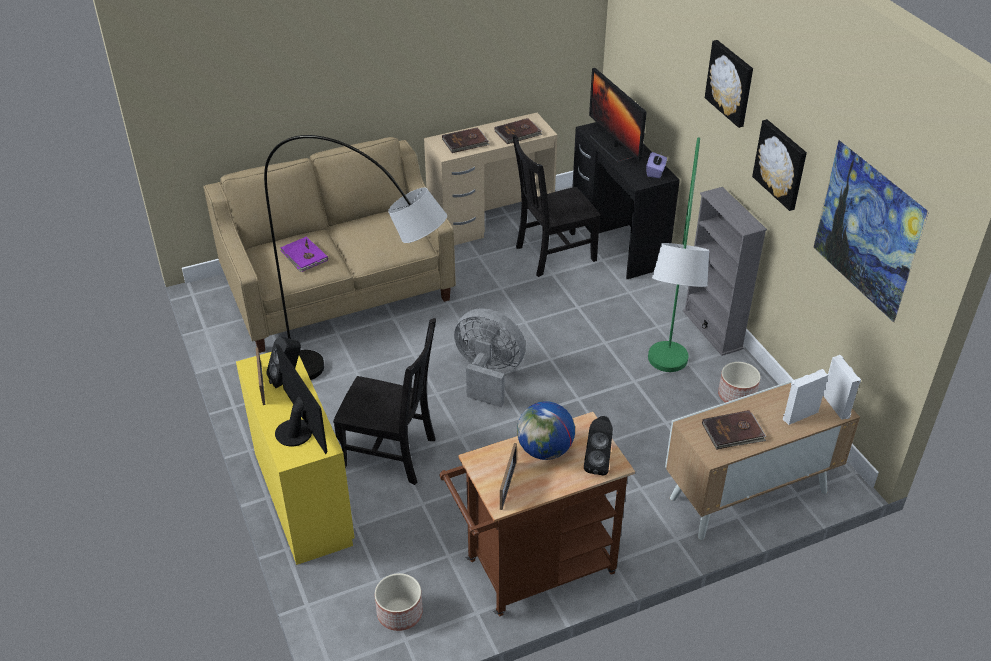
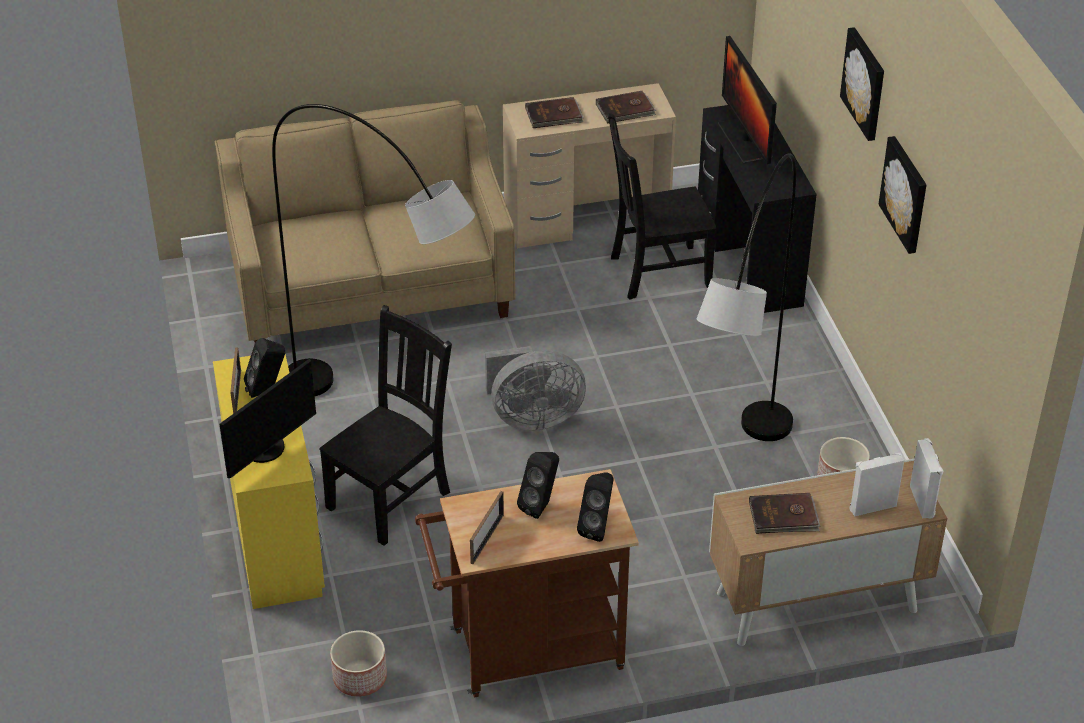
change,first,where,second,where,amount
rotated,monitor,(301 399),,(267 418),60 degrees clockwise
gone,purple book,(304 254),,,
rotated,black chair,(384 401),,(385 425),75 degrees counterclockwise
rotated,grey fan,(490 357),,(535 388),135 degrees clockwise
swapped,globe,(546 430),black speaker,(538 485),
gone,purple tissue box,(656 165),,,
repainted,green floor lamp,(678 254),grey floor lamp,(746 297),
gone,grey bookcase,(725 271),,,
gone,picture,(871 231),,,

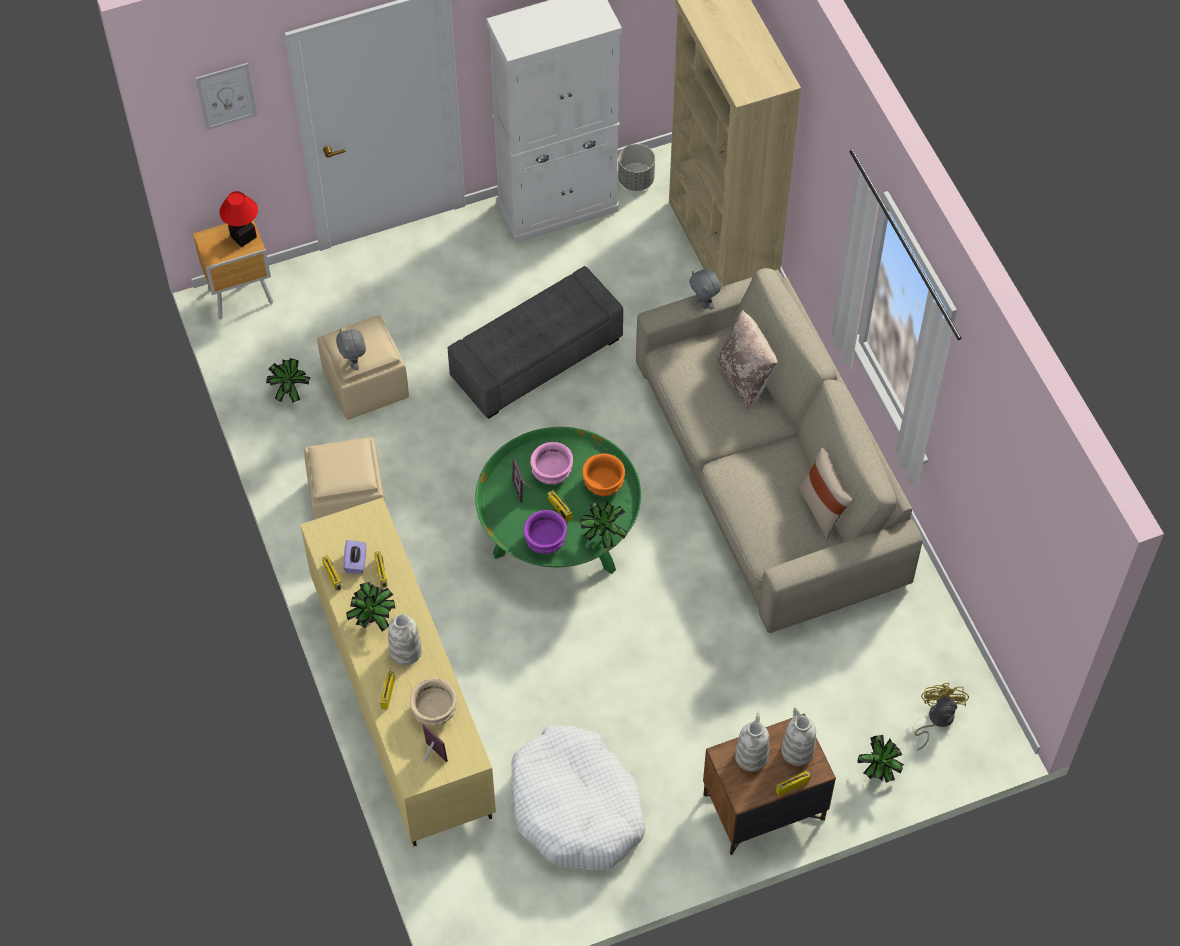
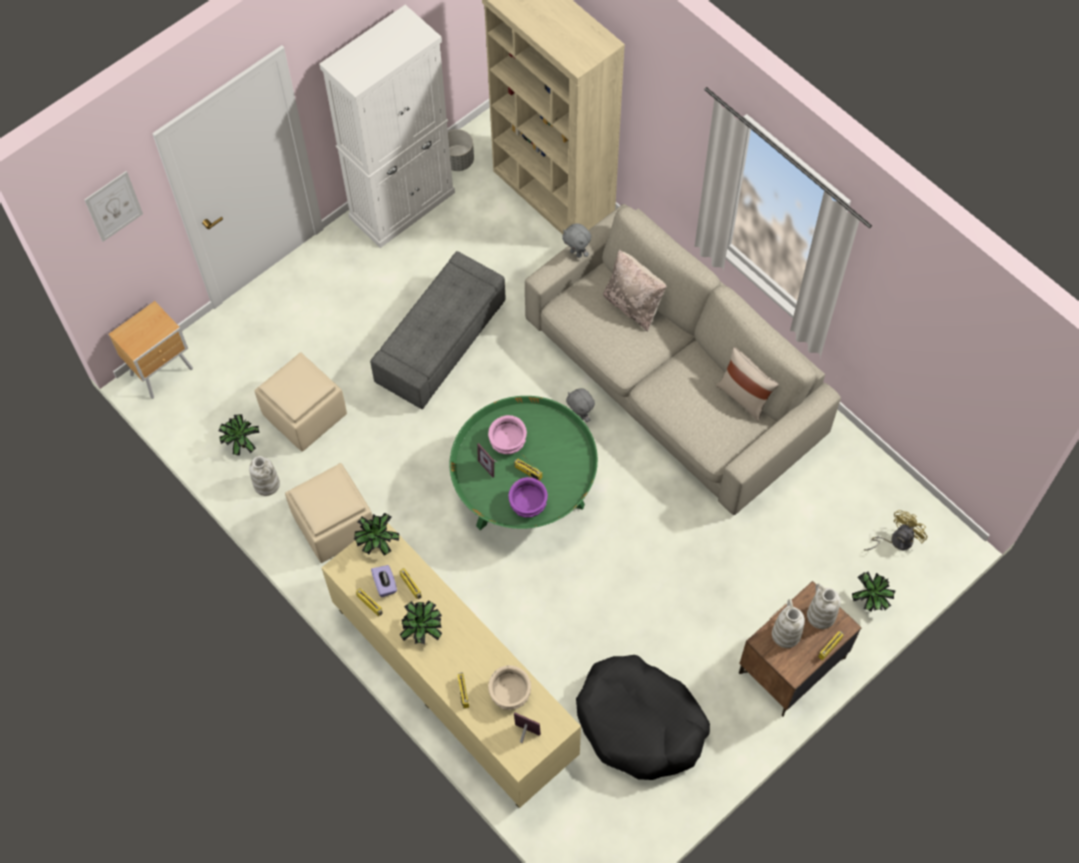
change,first,where,second,where,amount
gone,table lamp,(238 219),,,
shifted,grey plush toy,(351 349),,(580 405),
shifted,white vase,(405 639),,(264 476),
repainted,white dog bed,(578 798),black dog bed,(643 717),
shifted,potted plant,(603 525),,(376 534),
gone,orange bowl,(603 474),,,
rotated,yellow fan,(942 717),,(895 530),60 degrees clockwise

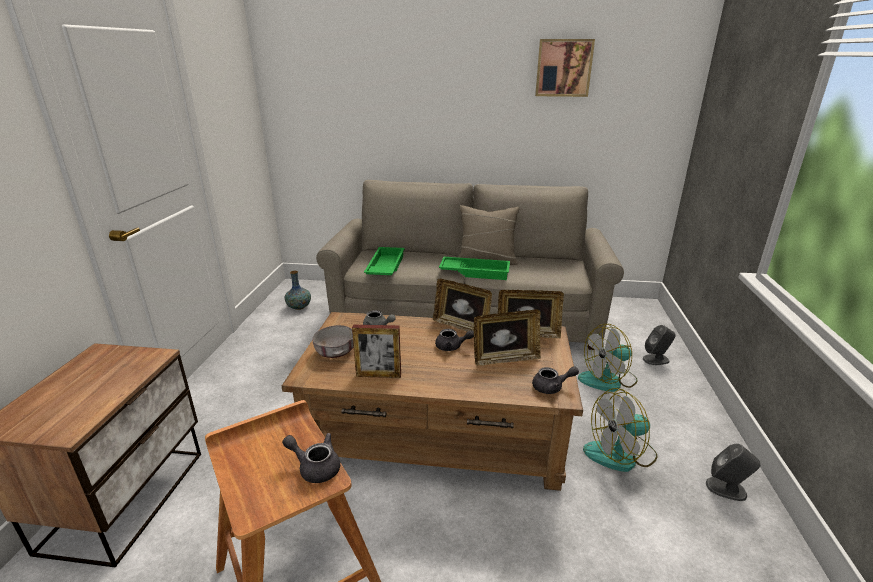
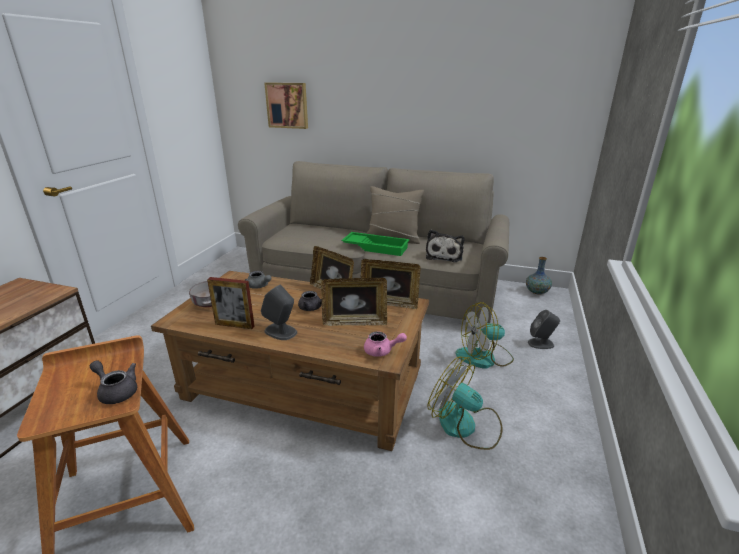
change,first,where,second,where,amount
shifted,vase,(298 290),,(539 276),
gone,green tray,(384 261),,,
repainted,grey teapot,(555 380),pink teapot,(385 344),
shifted,picture,(565 68),,(286 106),
rotated,fan,(620 430),,(465 403),45 degrees clockwise
shifted,grey speaker,(733 472),,(279 312),
new,,,plush toy,(445 246),

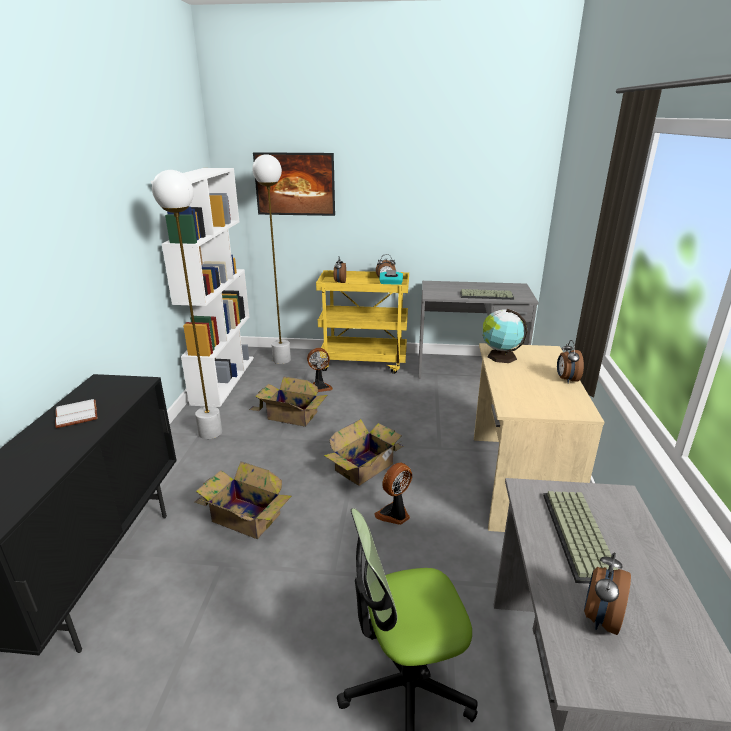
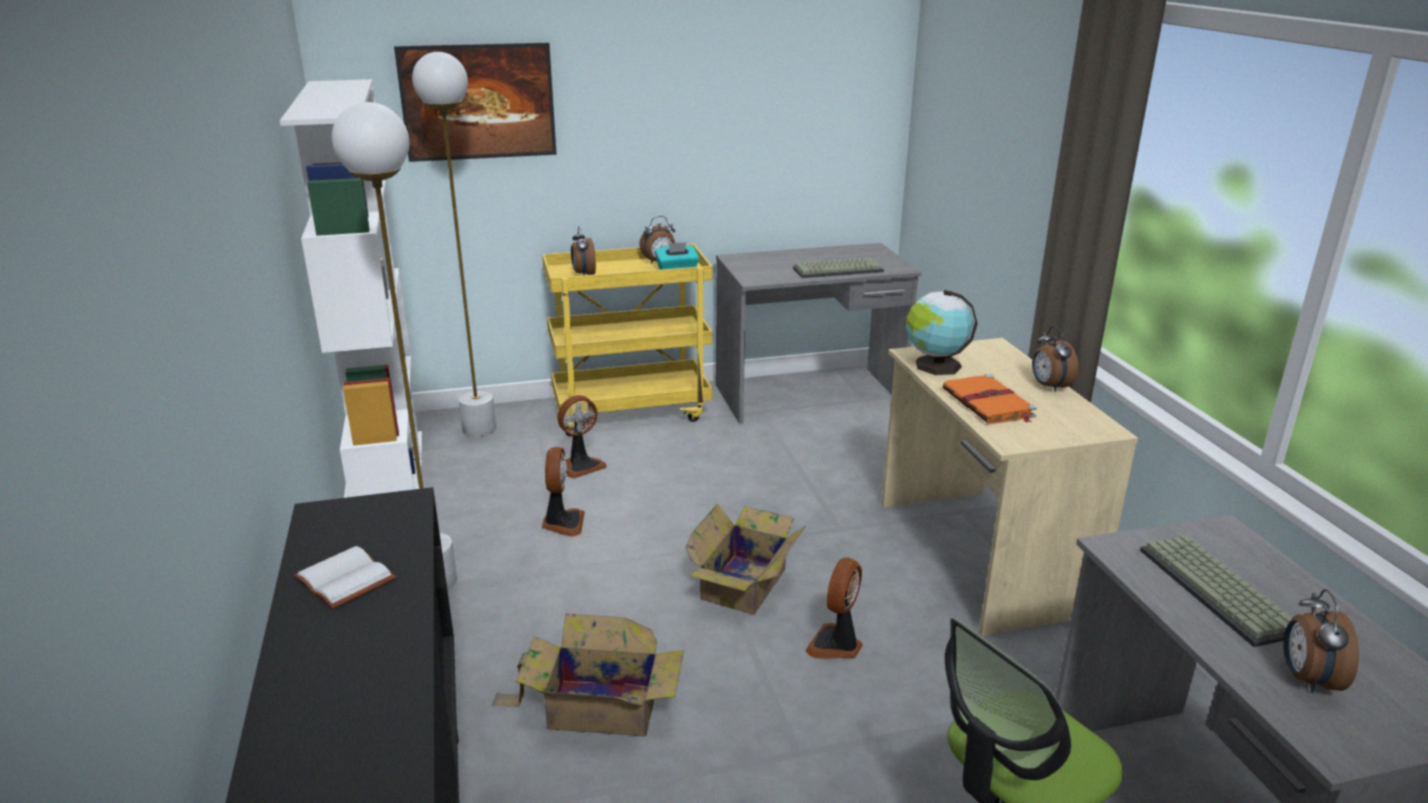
change,first,where,second,where,amount
swapped,cardboard box,(288 401),fan,(563 491),
new,,,orange book,(990 399),

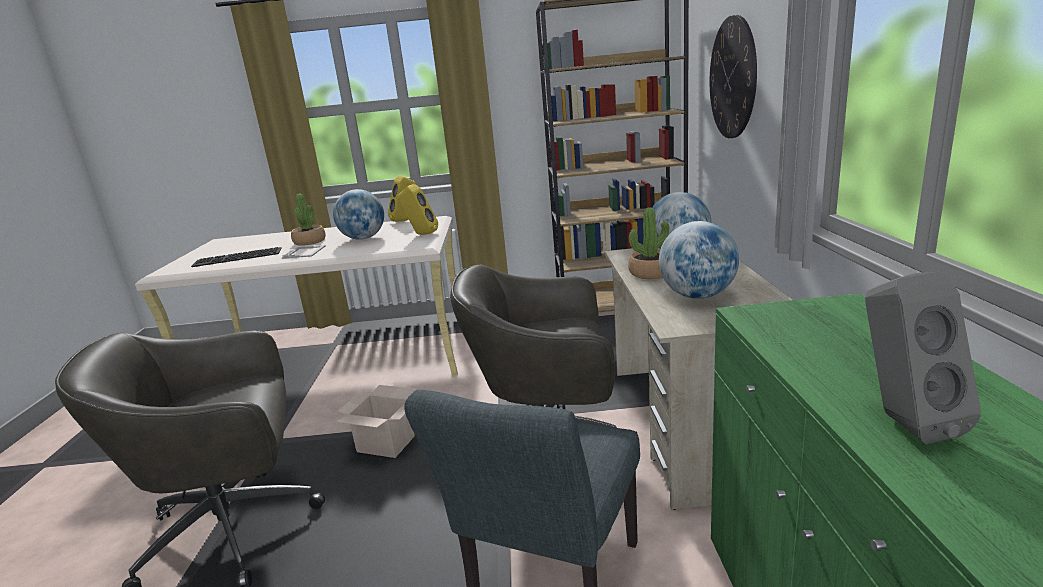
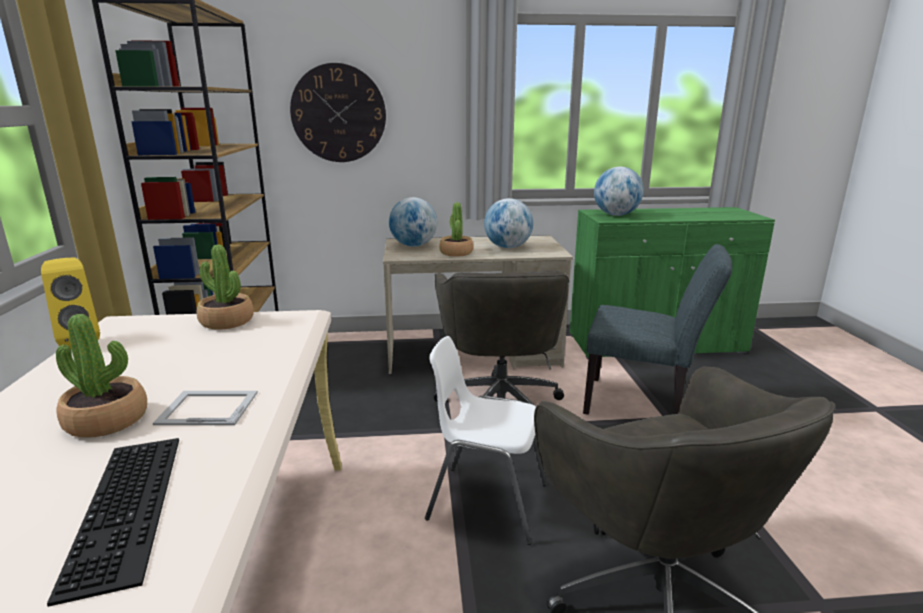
change,first,where,second,where,amount
shifted,globe,(358 214),,(619 191),
swapped,cardboard box,(376 421),white chair,(486 440),
swapped,yellow speaker,(418 209),potted plant,(225 287),
gone,grey speaker,(923 358),,,

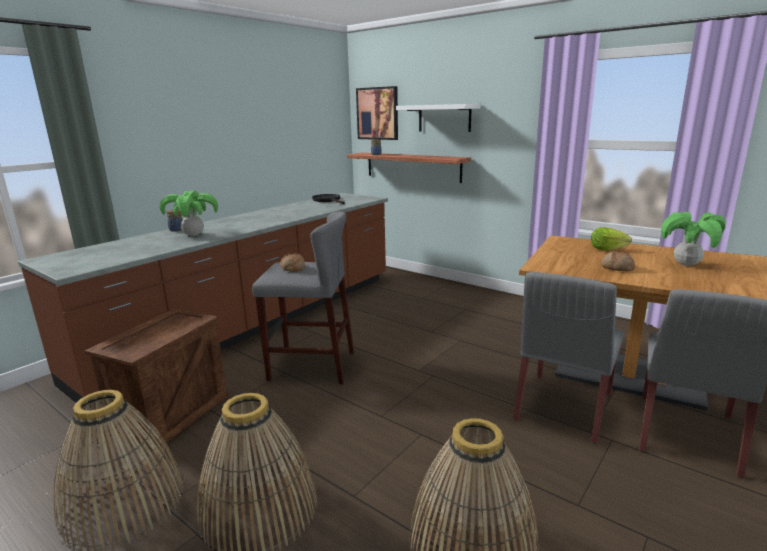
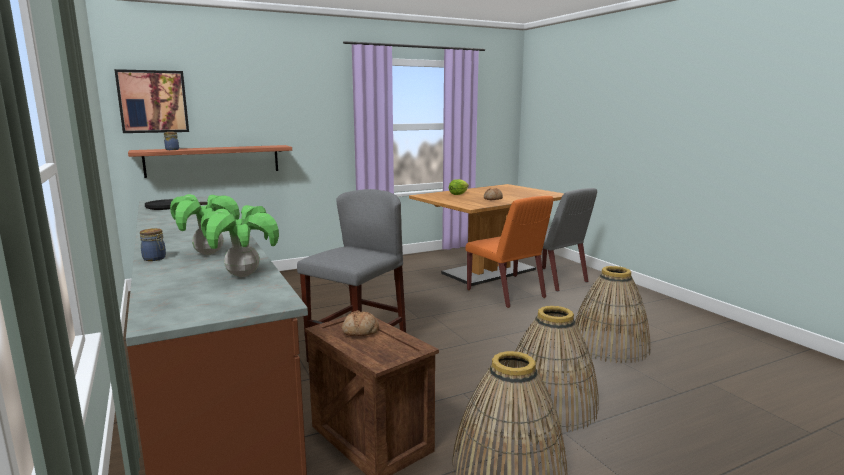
change,first,where,second,where,amount
shifted,bread,(292 262),,(360 323),
gone,white shelf,(438 118),,,
repainted,grey chair,(568 358),orange chair,(509 252),
shifted,potted plant,(693 239),,(240 241),

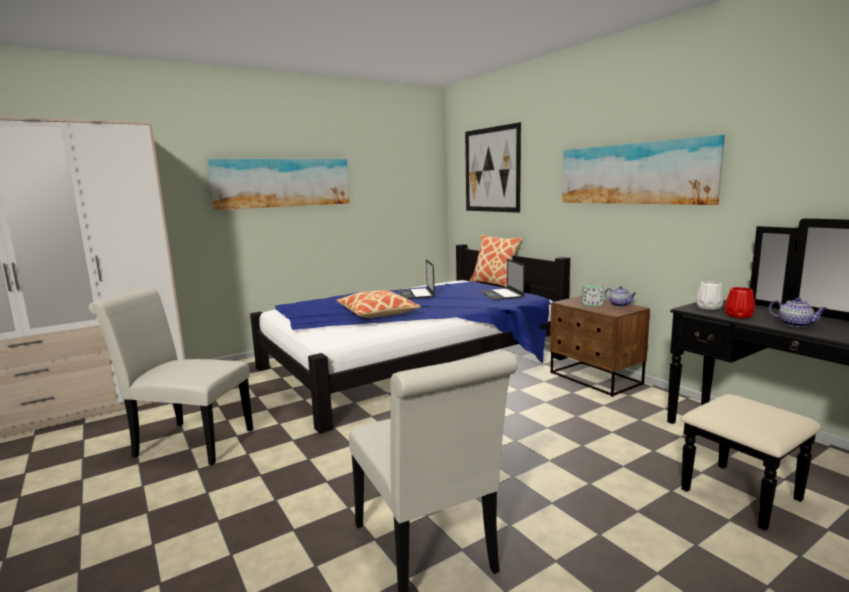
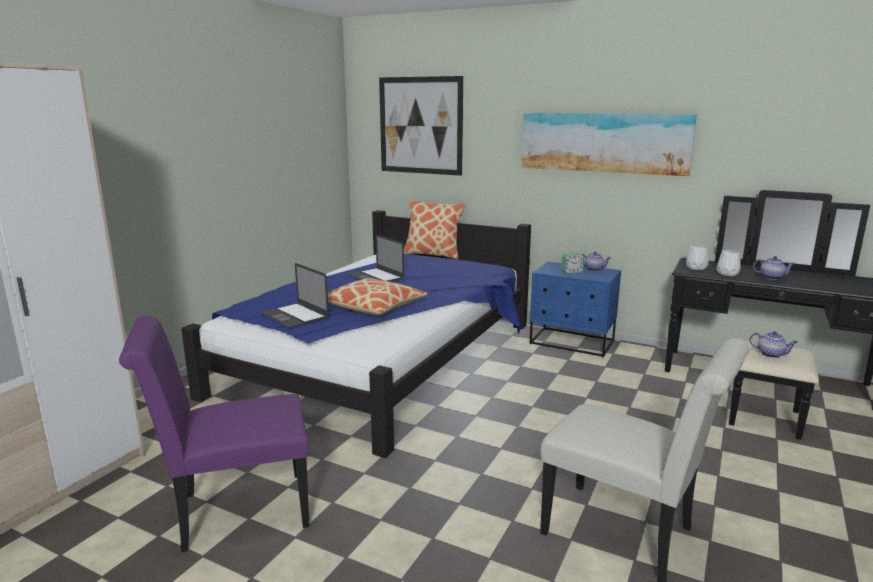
change,first,where,second,where,amount
repainted,white chair,(171 376),purple chair,(214 434),
gone,picture,(278 184),,,
shifted,laptop,(502 279),,(294 295),
repainted,brown nightstand,(600 346),blue nightstand,(575 310),
repainted,red vase,(740 302),white vase,(728 263),
new,,,teapot,(774 344),

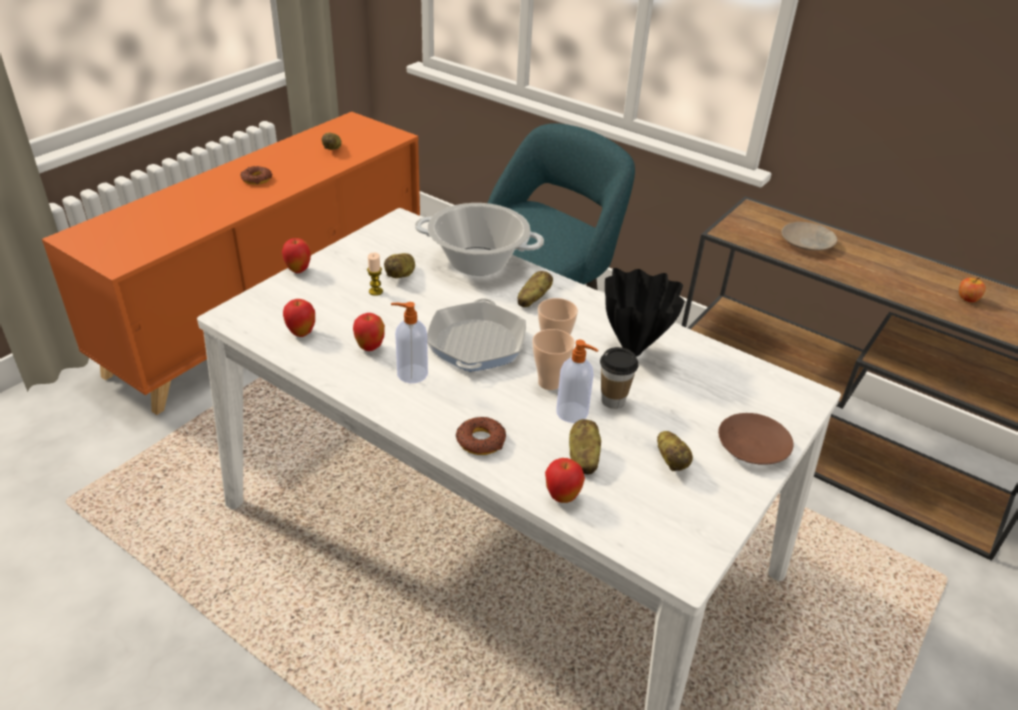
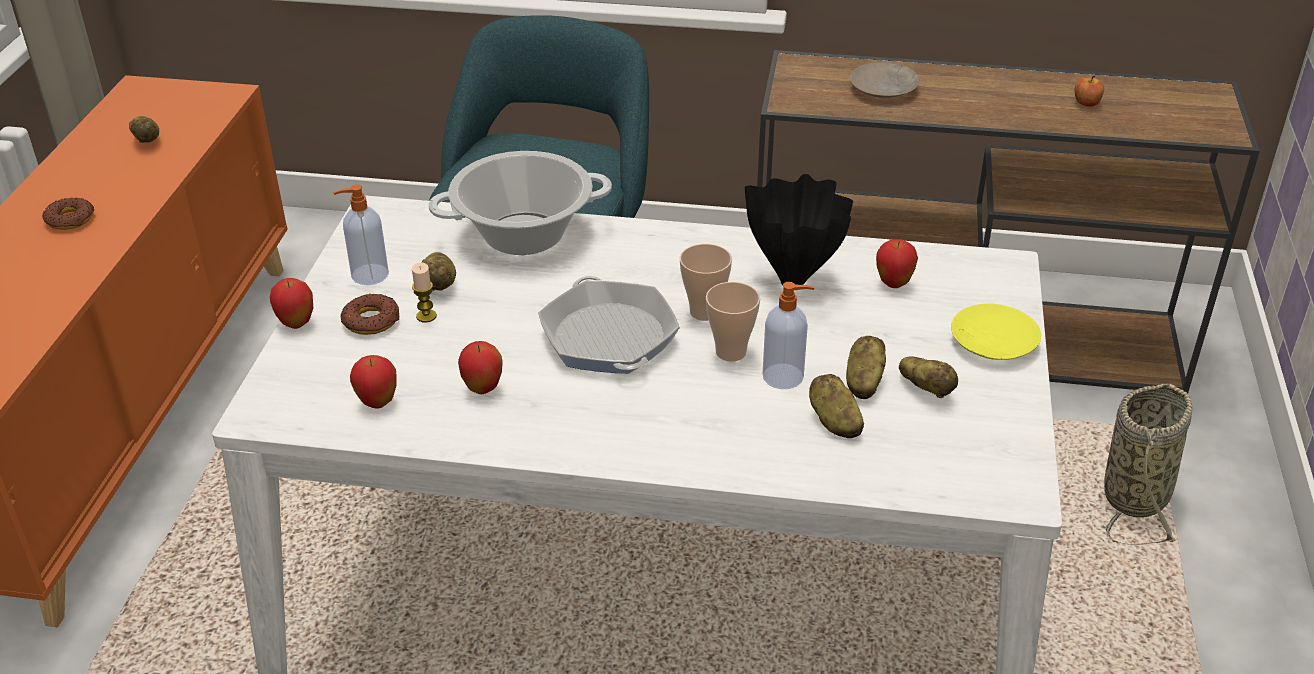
change,first,where,second,where,amount
shifted,soap dispenser,(409 342),,(361 234),
shifted,donut,(481 436),,(370 314),
shifted,potato,(535 289),,(866 367),
shifted,apple,(565 480),,(897 263),
gone,cup,(619 378),,,
repainted,brown plate,(756 439),yellow plate,(996 331),
new,,,basket,(1148 464),

